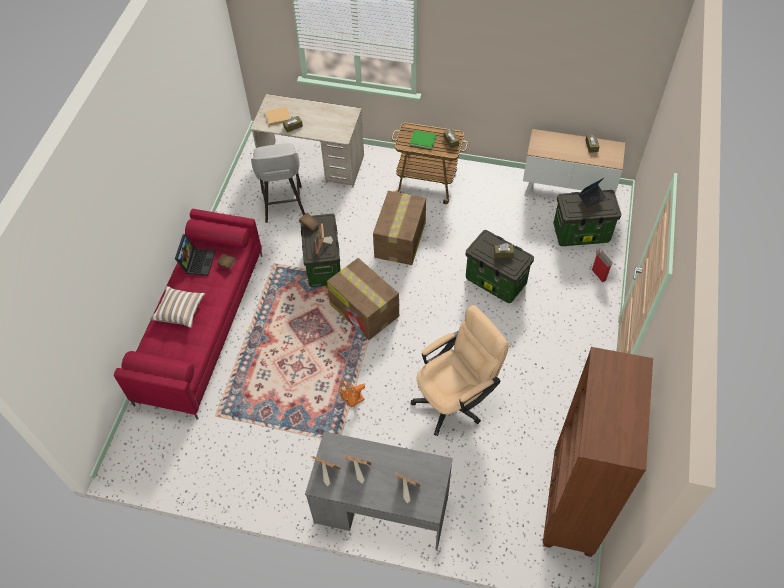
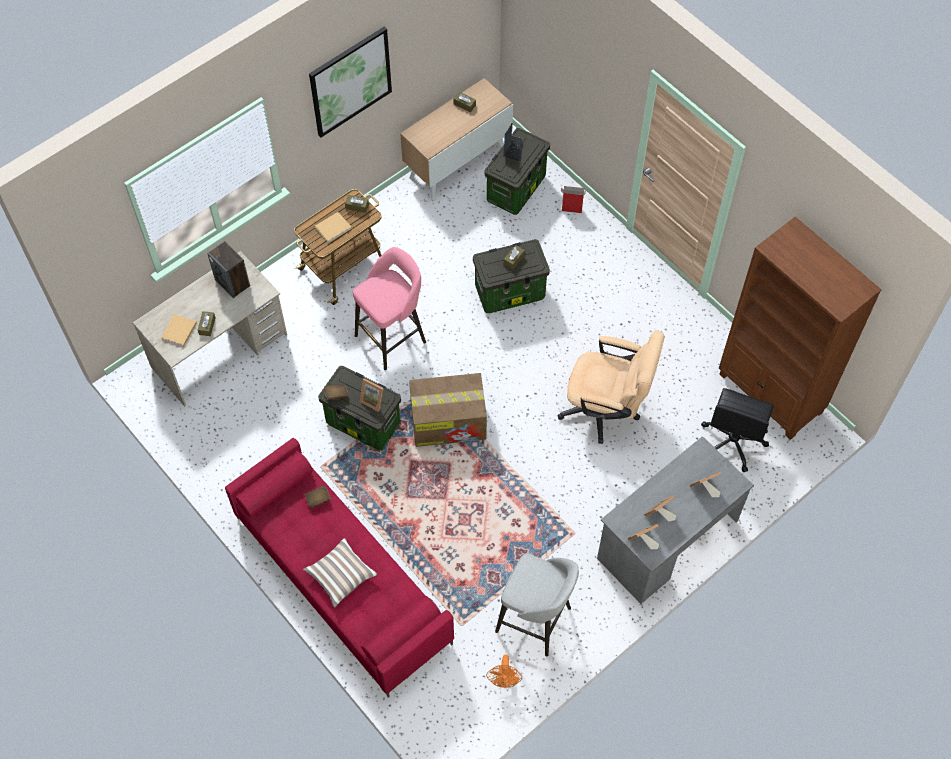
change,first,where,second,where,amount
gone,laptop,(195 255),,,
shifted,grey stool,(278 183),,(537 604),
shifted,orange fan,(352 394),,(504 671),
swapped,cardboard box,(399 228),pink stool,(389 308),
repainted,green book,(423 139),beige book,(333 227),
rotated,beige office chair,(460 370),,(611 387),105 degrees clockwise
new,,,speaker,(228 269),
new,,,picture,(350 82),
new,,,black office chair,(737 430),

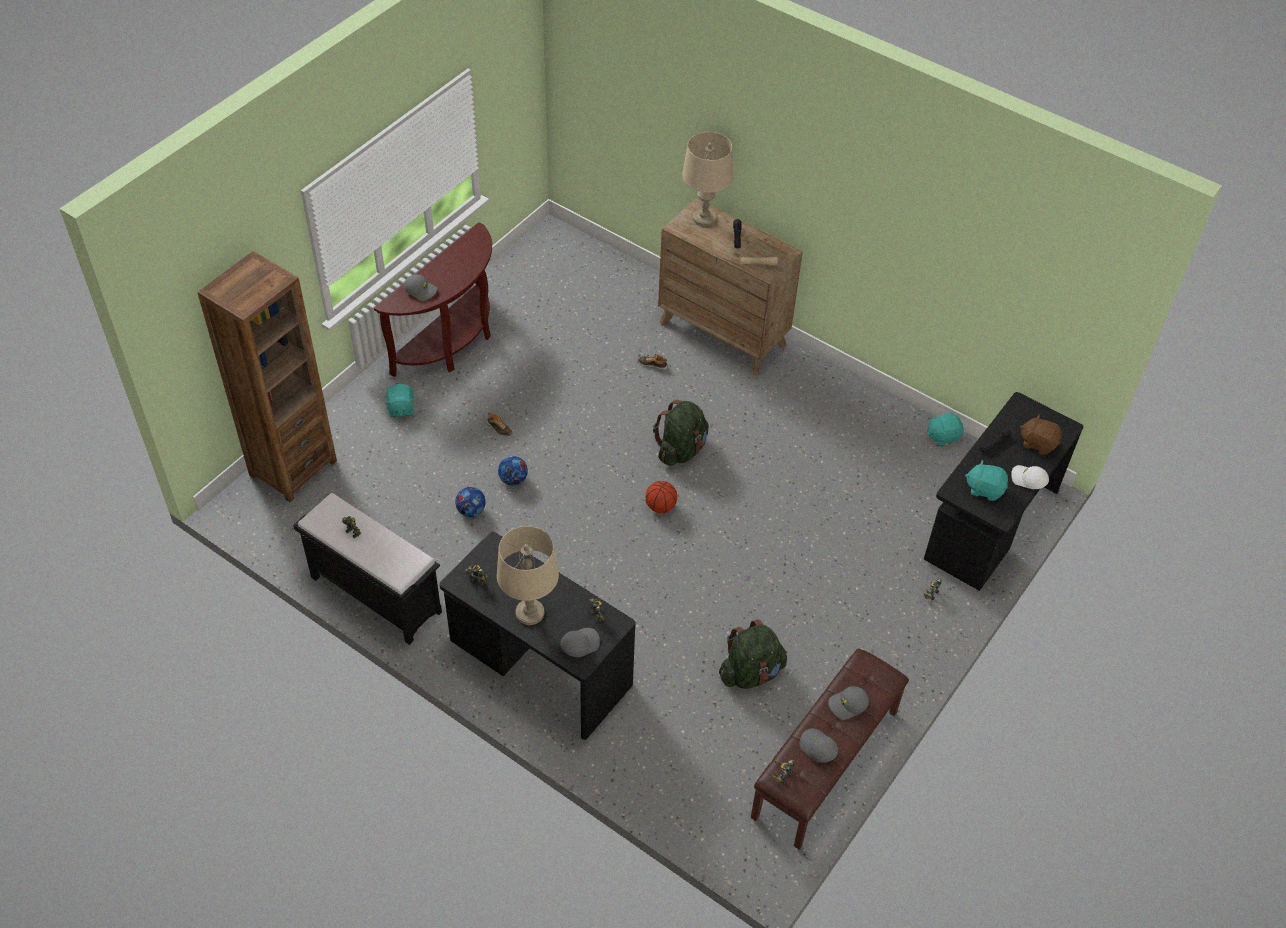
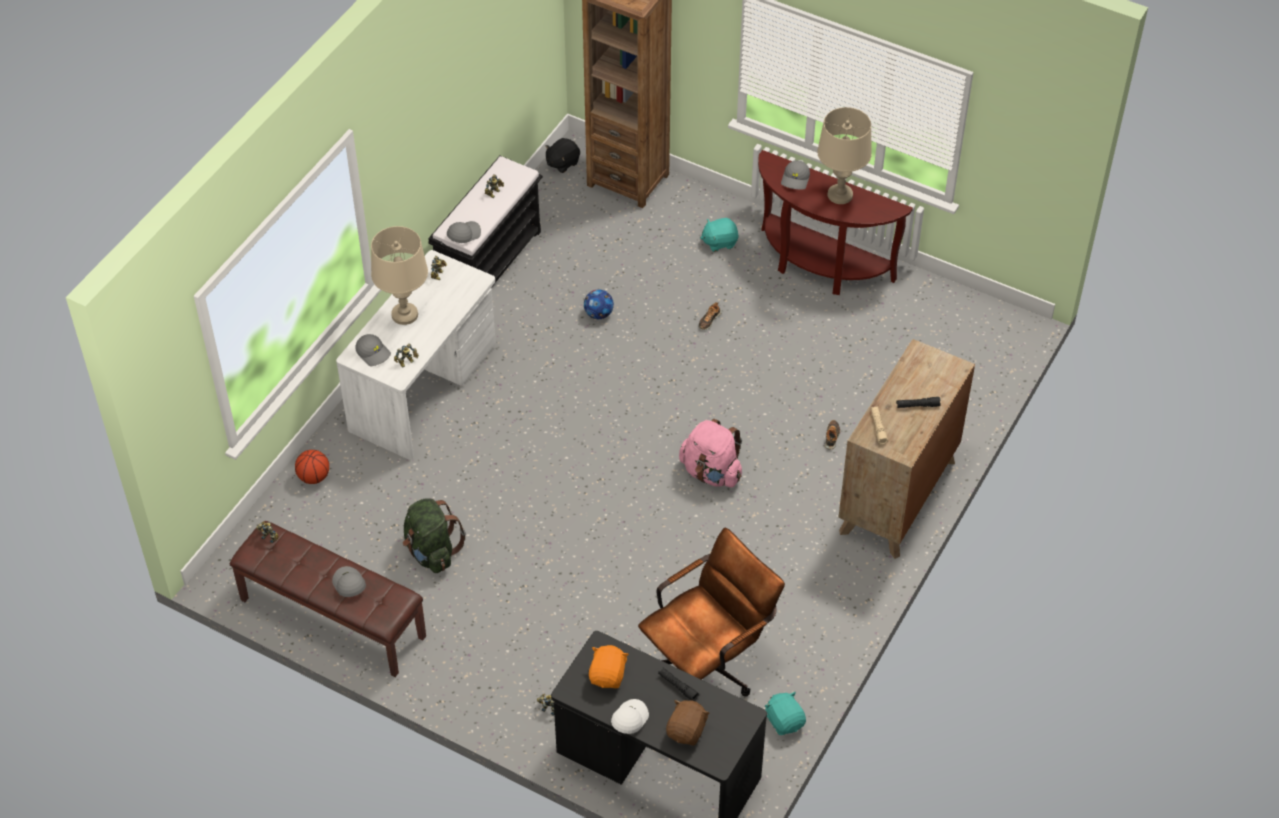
change,first,where,second,where,amount
repainted,black desk,(537 636),white desk,(416 355),
gone,football,(513 471),,,
shifted,basketball,(661 497),,(312 467),
repainted,green backpack,(681 433),pink backpack,(710 453),
shifted,beige table lamp,(707 179),,(844 155),
shifted,grey cap,(818 746),,(464 232),
repainted,turquoise plush toy,(986 480),orange plush toy,(609 666),
new,,,black plush toy,(562 155),
new,,,brown office chair,(711 612),

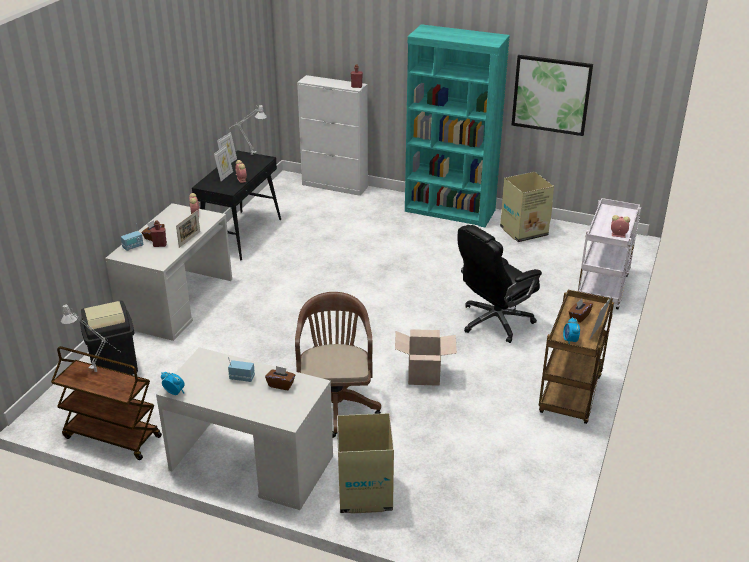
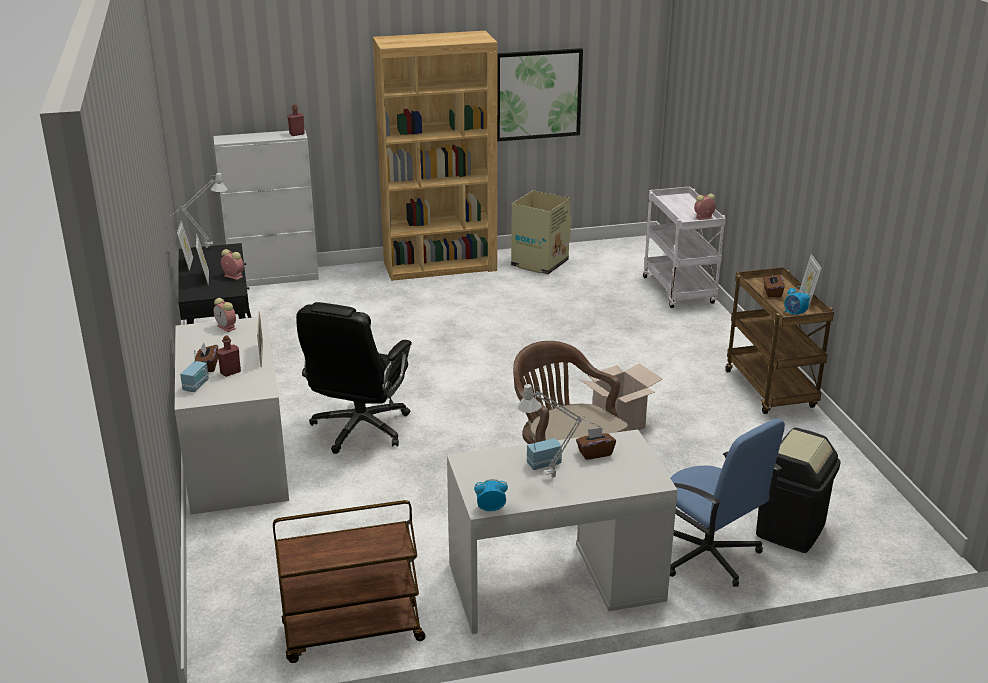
change,first,where,second,where,amount
shifted,grey table lamp,(90 338),,(560 431),
shifted,black trash can,(109 337),,(798 490),
swapped,cardboard box,(365 463),blue office chair,(727 502),
repainted,turquoise bookcase,(457 125),brown bookcase,(435 156),
shifted,black office chair,(500 284),,(354 378),

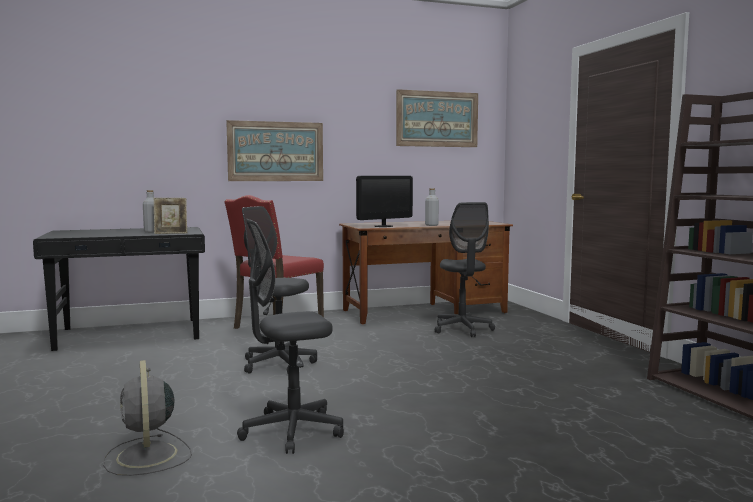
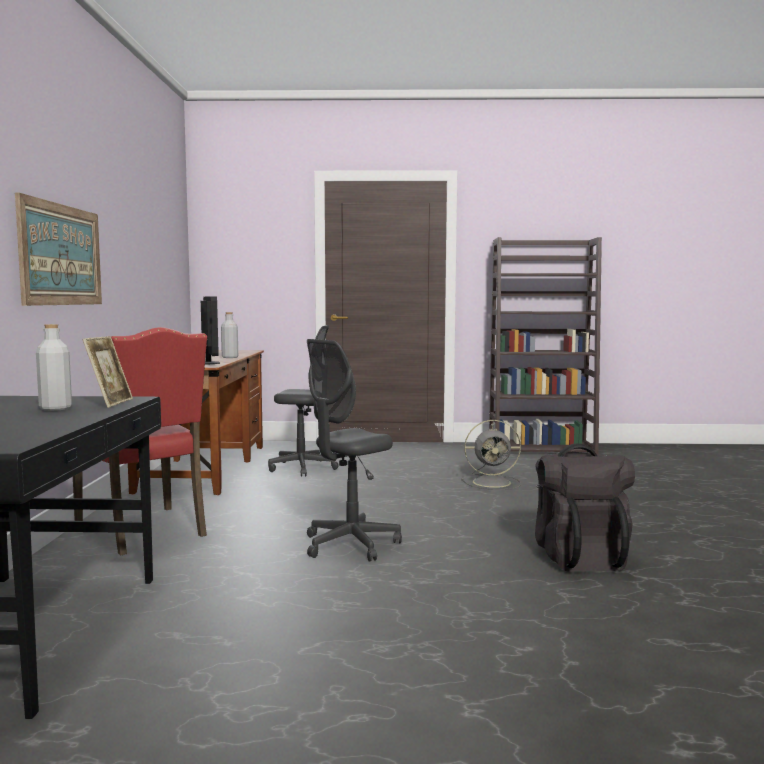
change,first,where,second,where,amount
shifted,grey fan,(147 418),,(491 455),
swapped,grey office chair,(290 336),black backpack,(585 507),
gone,picture,(437 118),,,

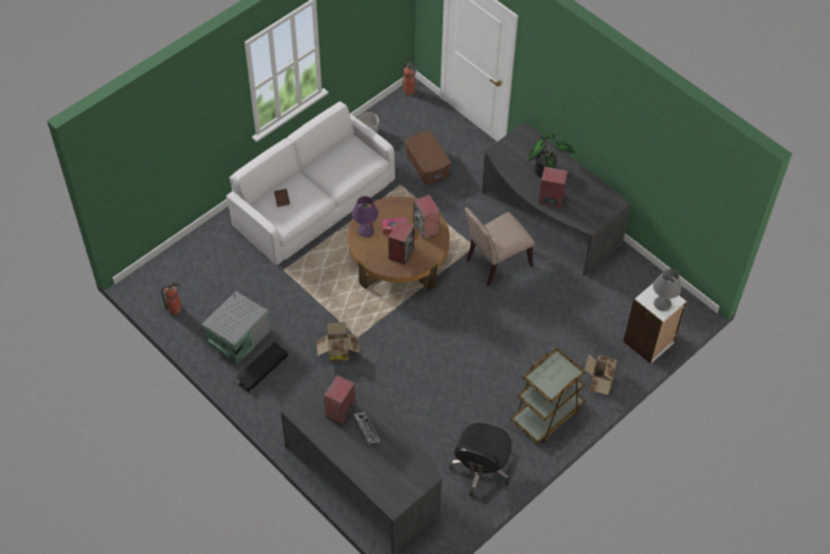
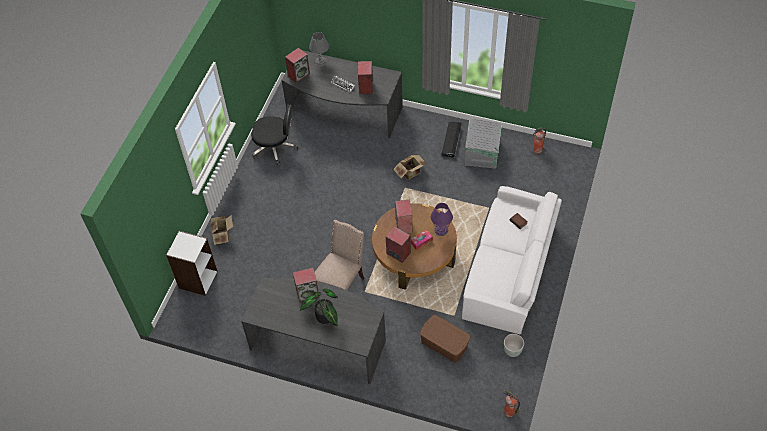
change,first,where,second,where,amount
rotated,black office chair,(480 460),,(274 135),105 degrees clockwise
gone,brown cart,(547 396),,,
shifted,grey table lamp,(667 290),,(319 49),
new,,,speaker,(297 65),

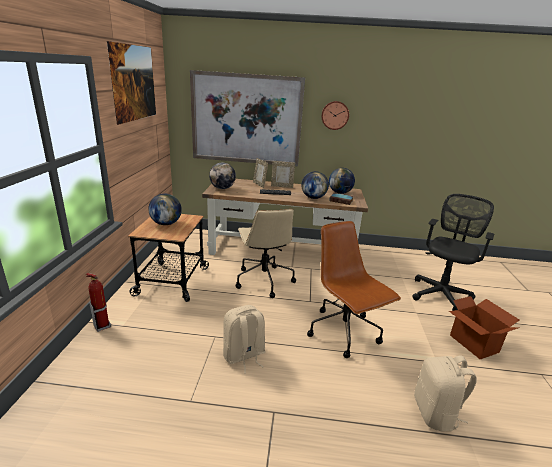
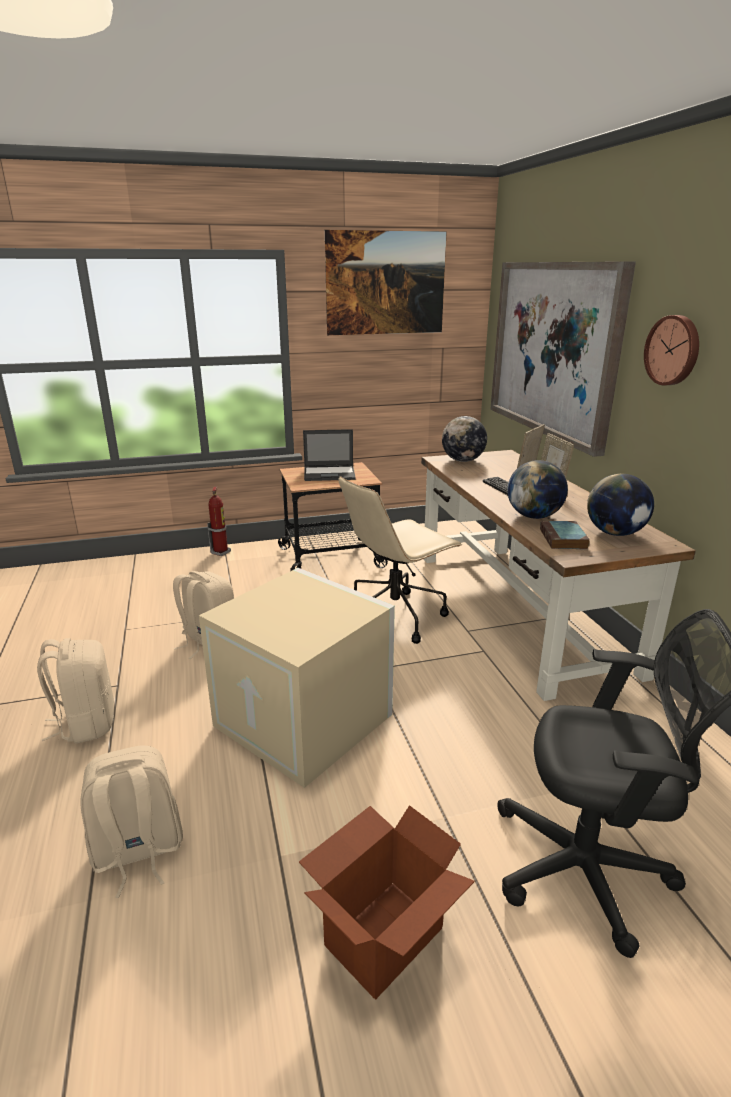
change,first,where,second,where,amount
swapped,globe,(165 209),laptop,(329 455),
swapped,brown office chair,(354 289),beige storage box,(297 678),
new,,,beige backpack,(75 691),

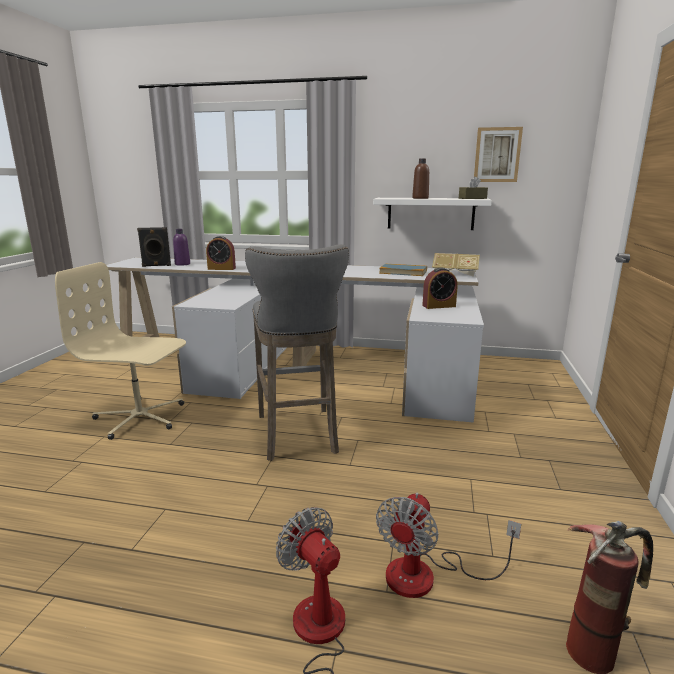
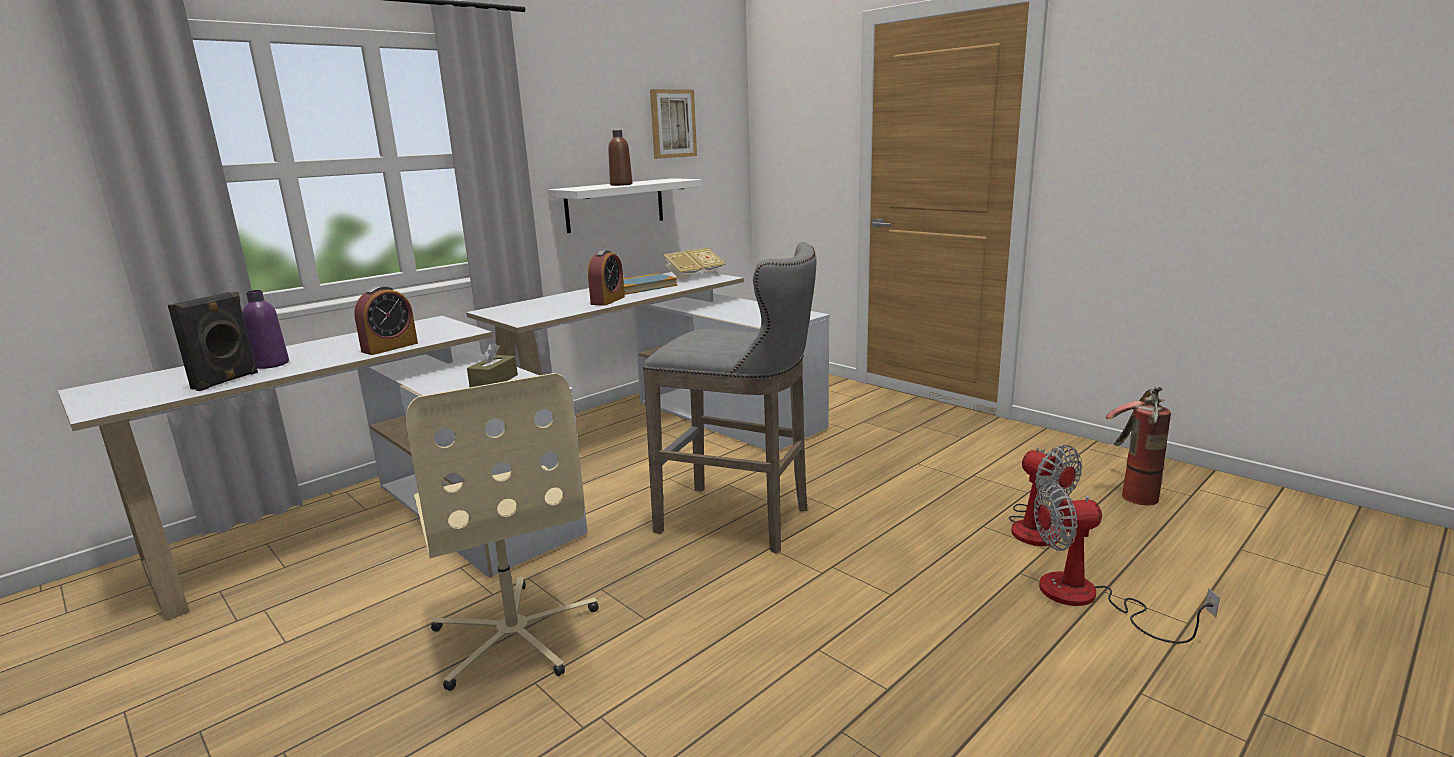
change,first,where,second,where,amount
rotated,beige office chair,(120 351),,(502 532),75 degrees counterclockwise
shifted,alarm clock,(440 288),,(606 278),
shifted,brown tissue box,(473 187),,(492 365),

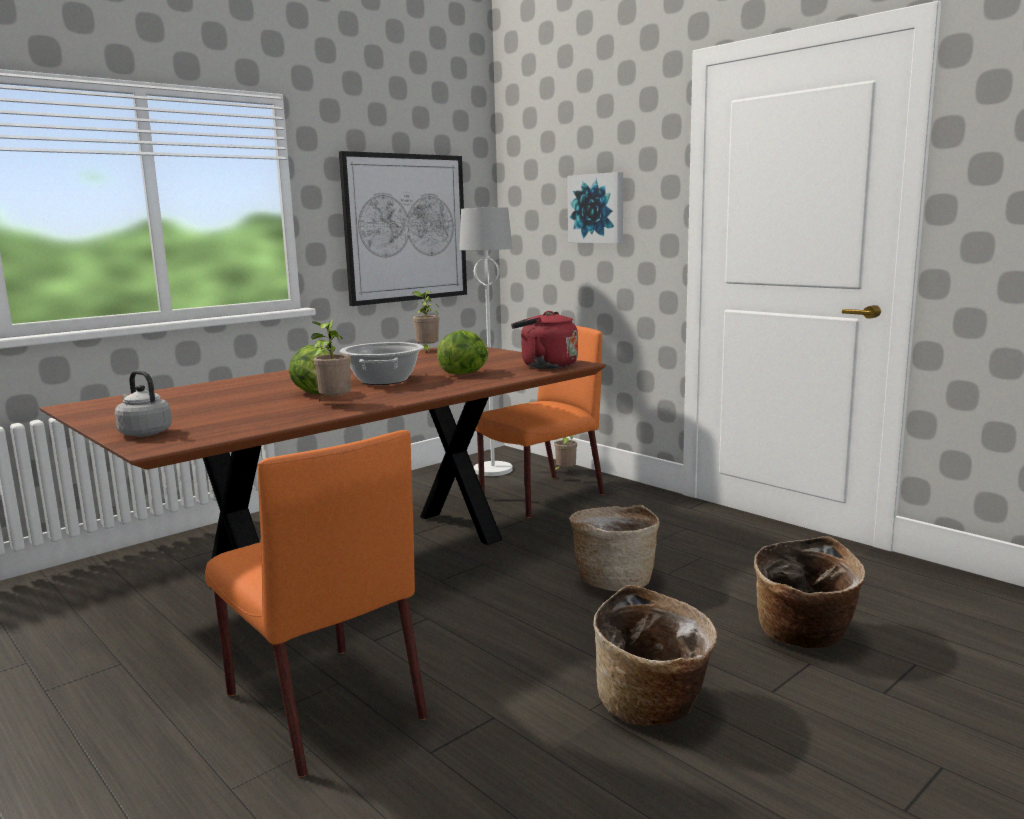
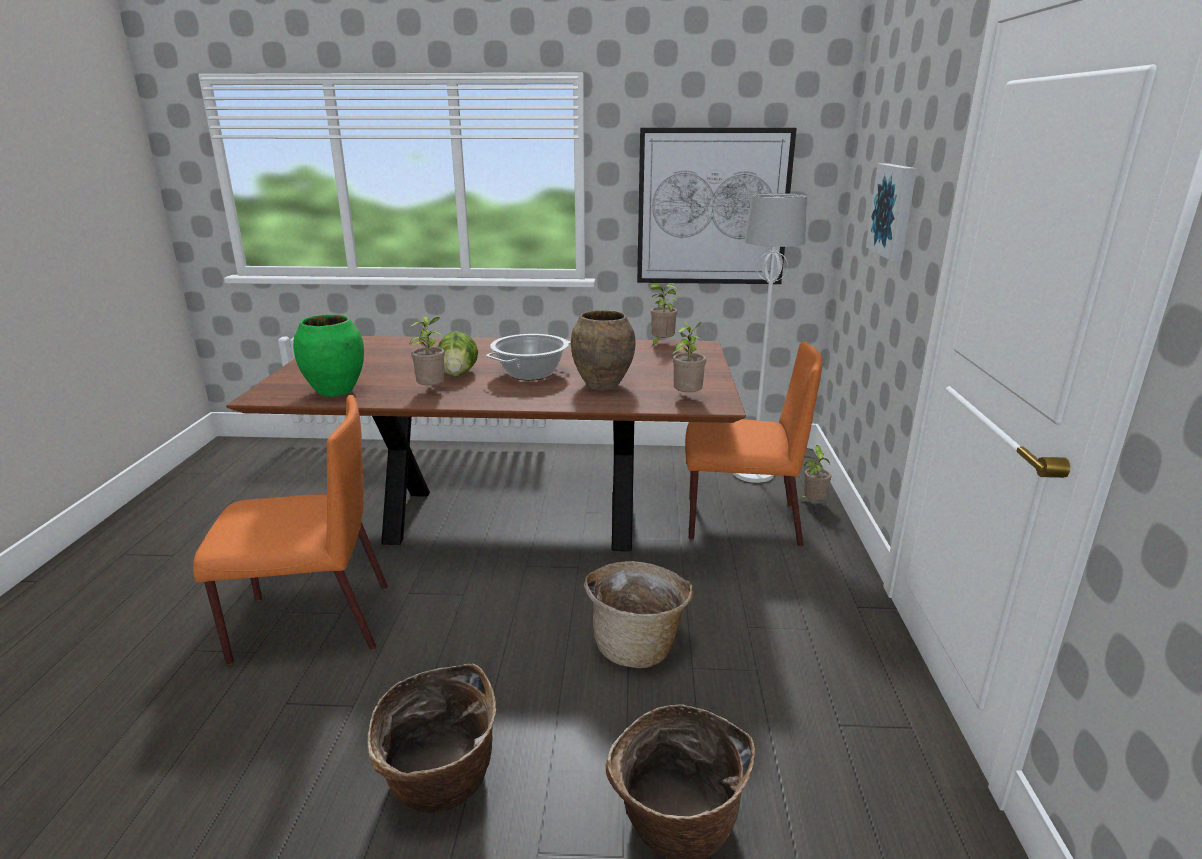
change,first,where,second,where,amount
gone,grey kettle,(143 403),,,
rotated,orange chair,(316 603),,(290 530),105 degrees counterclockwise
swapped,lettuce,(462 352),brown vase,(603 350),
swapped,red kettle,(544 340),potted plant,(689 356),
new,,,green vase,(328 356),

